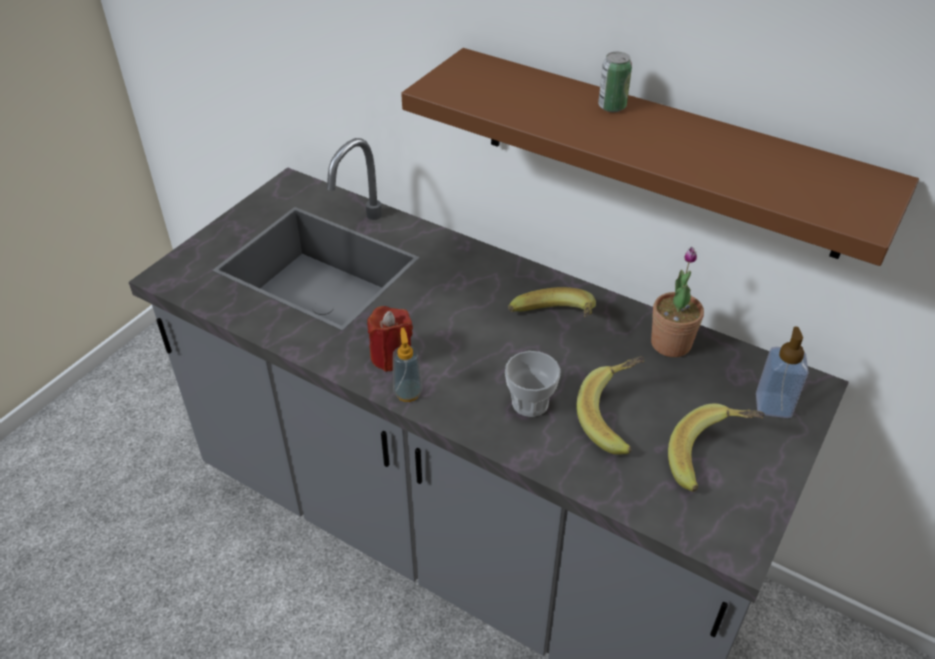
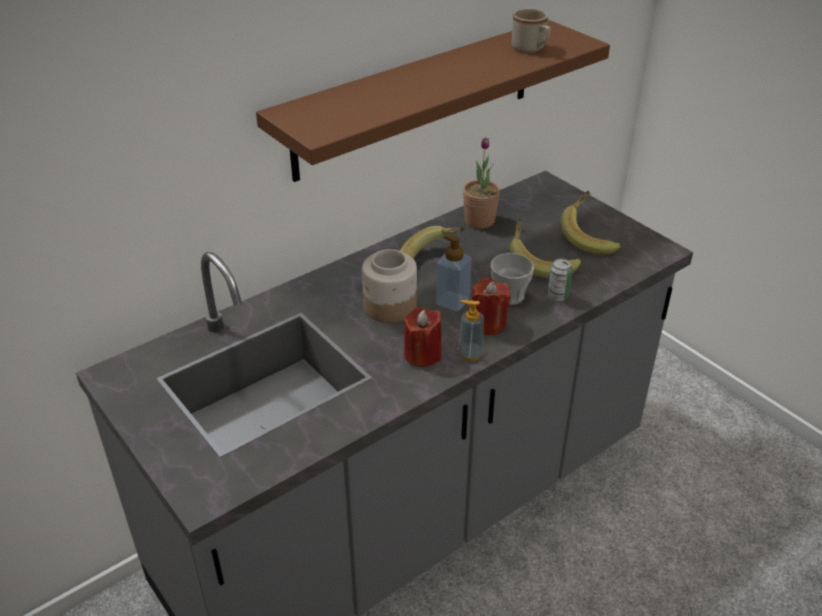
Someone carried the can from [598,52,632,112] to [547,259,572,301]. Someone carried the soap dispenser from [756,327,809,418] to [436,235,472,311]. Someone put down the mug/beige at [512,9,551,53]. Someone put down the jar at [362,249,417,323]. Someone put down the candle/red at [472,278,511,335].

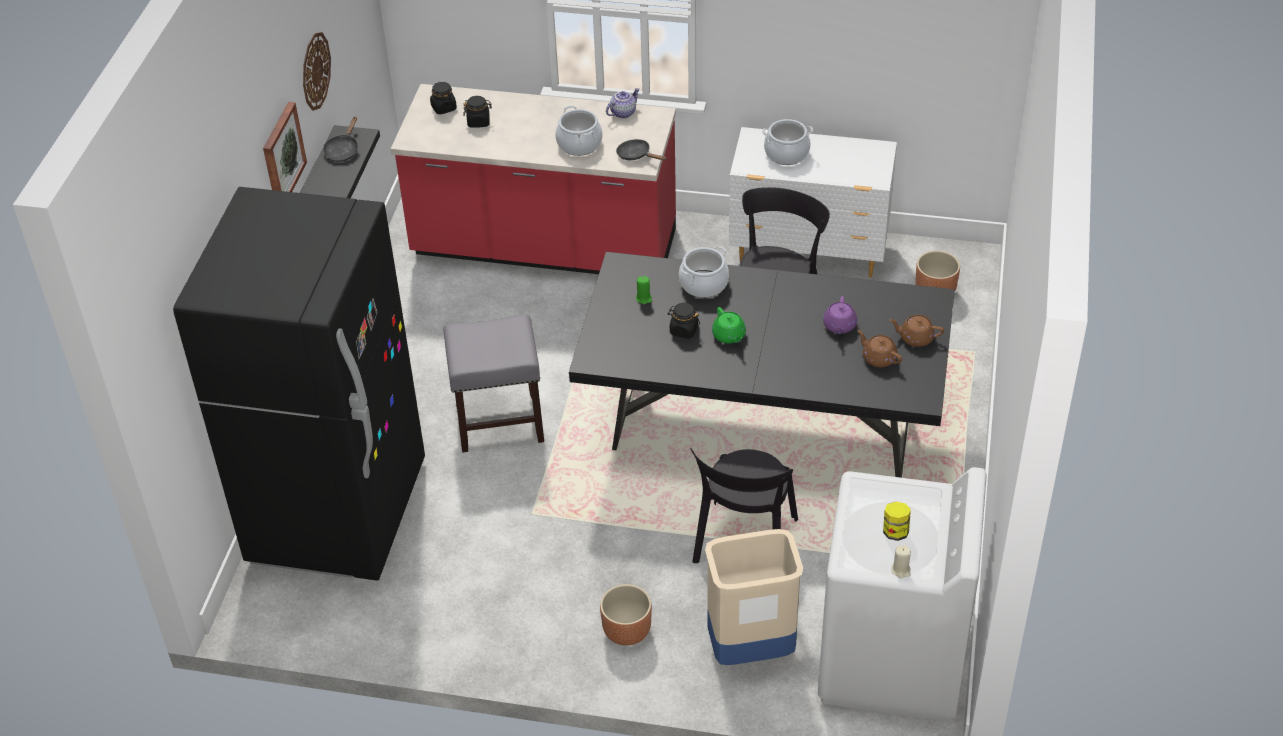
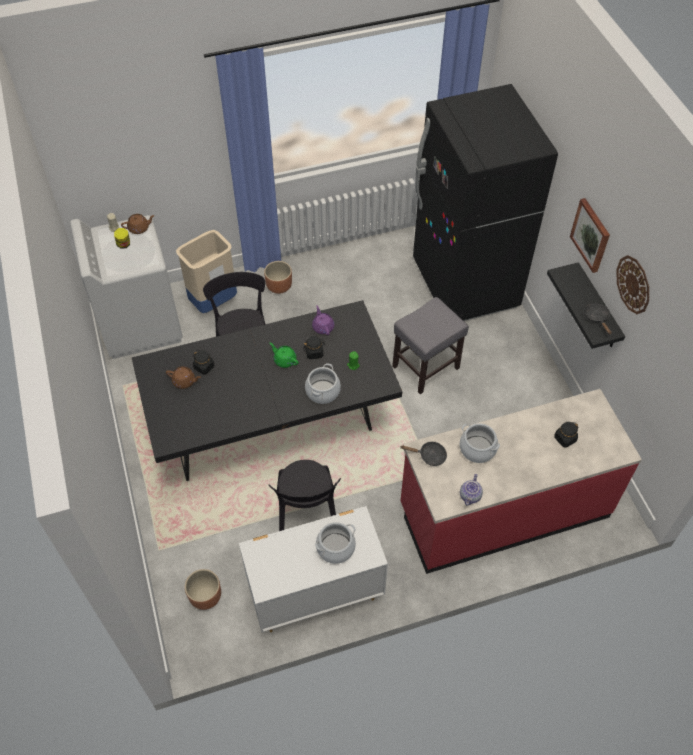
Someone carried the jar/black from [430,82,457,114] to [193,350,214,375]. Someone carried the teapot/purple from [823,296,857,334] to [312,305,334,335]. Someone carried the teapot/brown from [889,315,944,347] to [121,214,155,234].

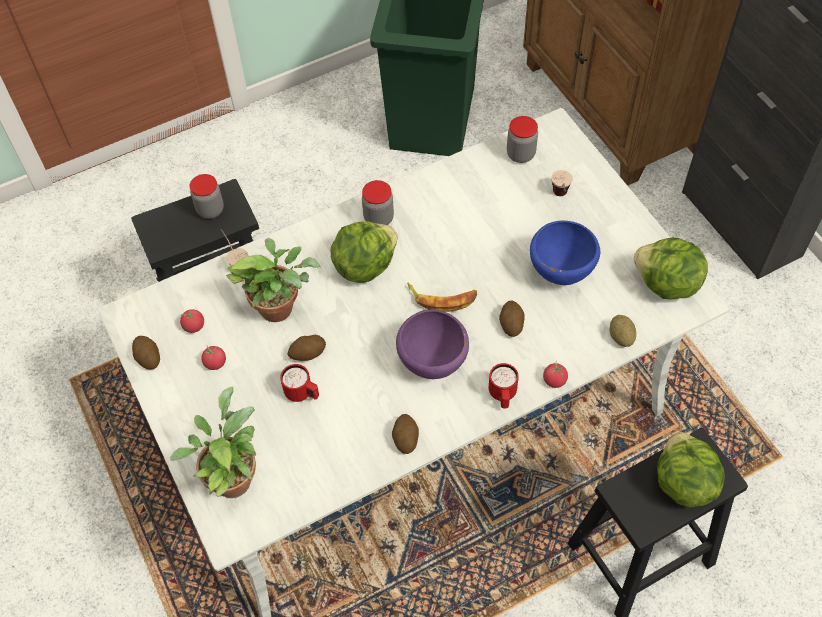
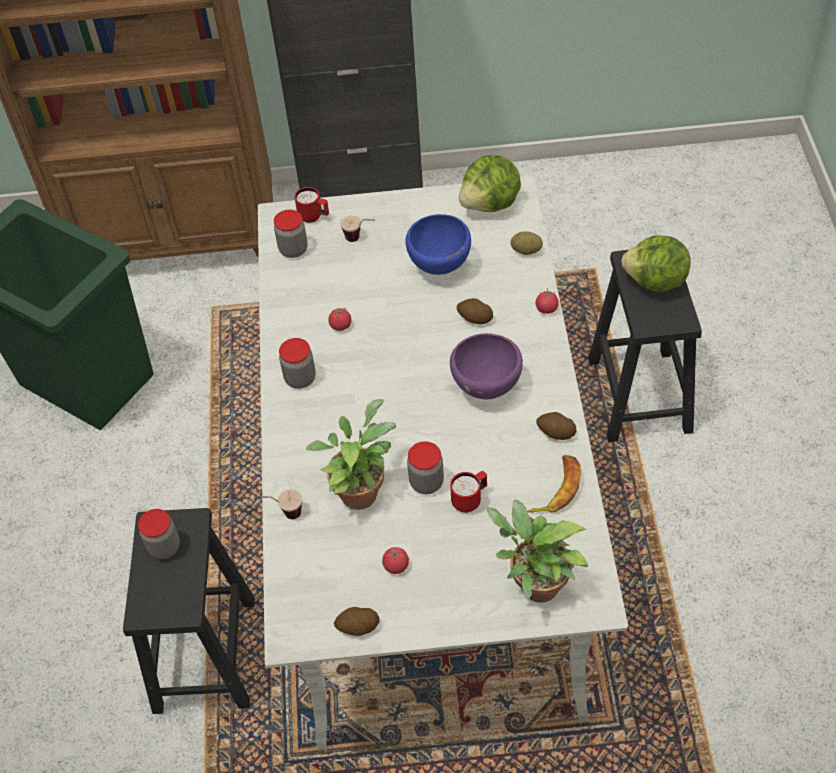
Someone took away the lettuce at [331,221,398,283]. Someone carried the banana from [407,283,477,312] to [527,455,581,513]. Someone carried the tomato from [180,309,204,333] to [328,308,351,331]. Someone swapped the potato at [287,334,326,361] for the jar at [407,441,444,494]. Someone carried the mug/red from [489,363,519,409] to [294,187,329,223].

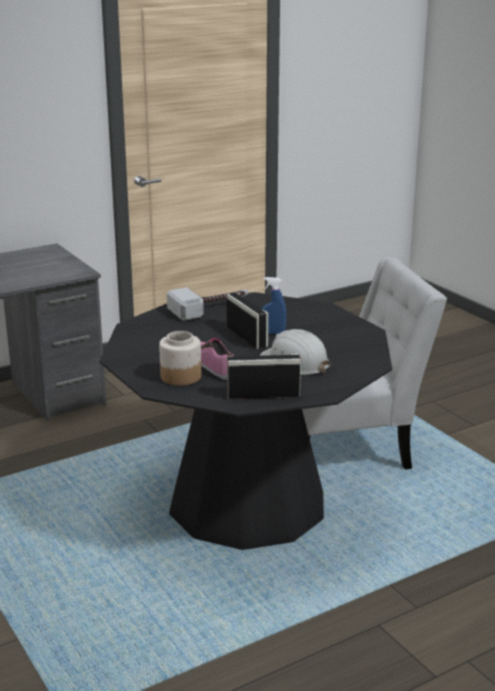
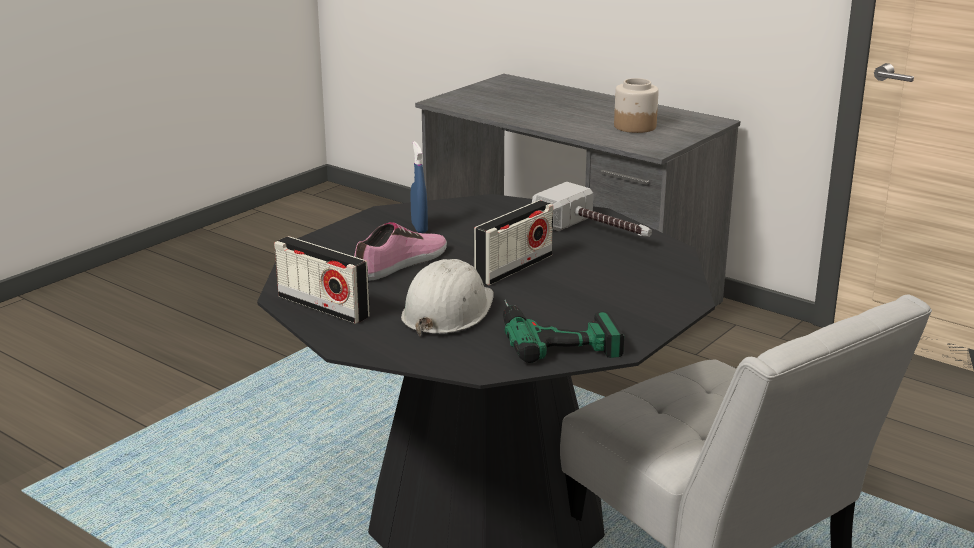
Someone carried the spray bottle/blue from [261,277,286,334] to [410,141,428,233]. Someone carried the jar from [159,331,201,386] to [614,78,659,133]. Someone rotated the radio at [227,354,301,399] by 150 degrees clockwise. Someone put down the power drill at [503,300,624,363].

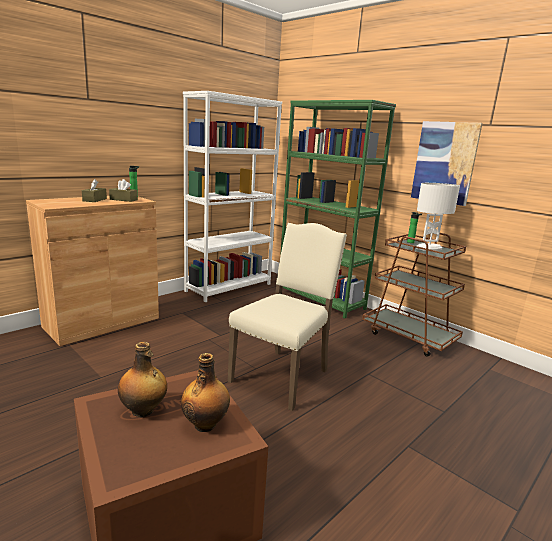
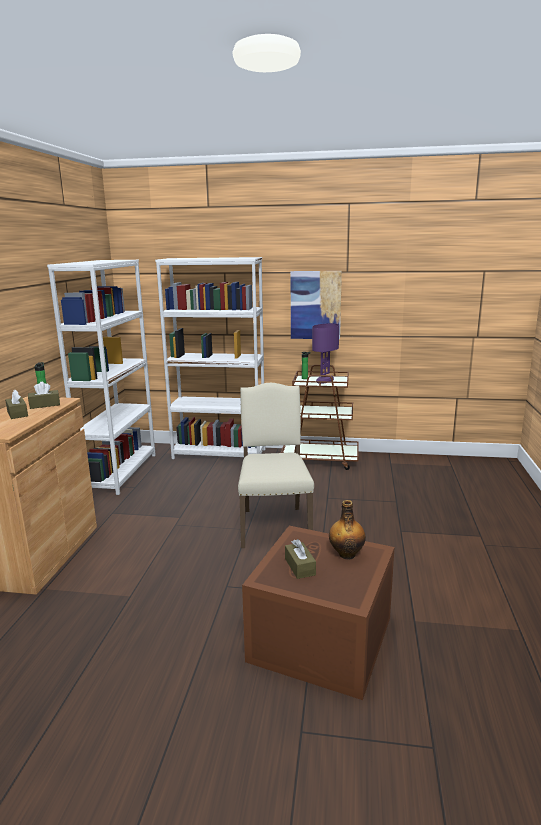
Someone repainted the bookcase/green at [280,100,396,319], which became the bookcase/white at [155,257,266,459]. Someone repainted the table lamp/white at [416,183,460,251], which became the table lamp/purple at [312,323,339,384]. Someone swapped the bottle at [118,342,167,417] for the tissue box/brown at [285,539,316,579].

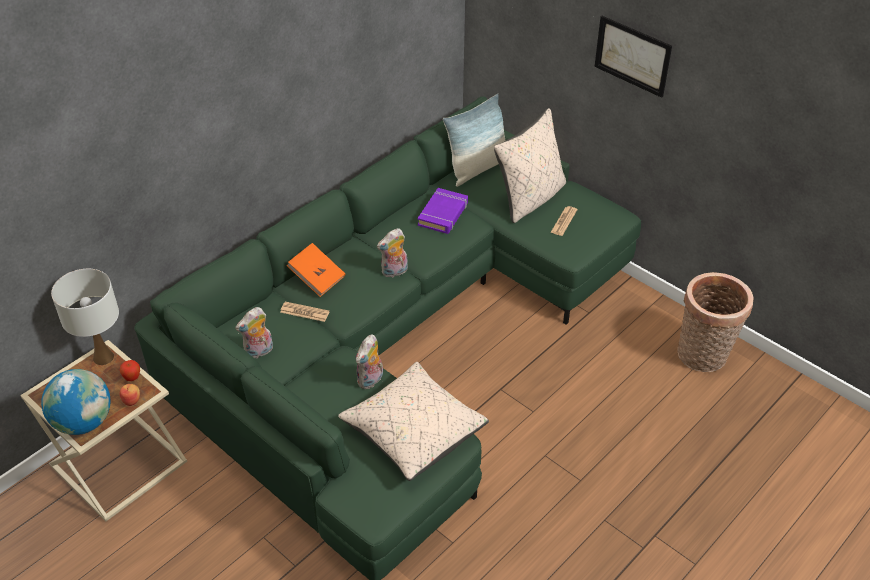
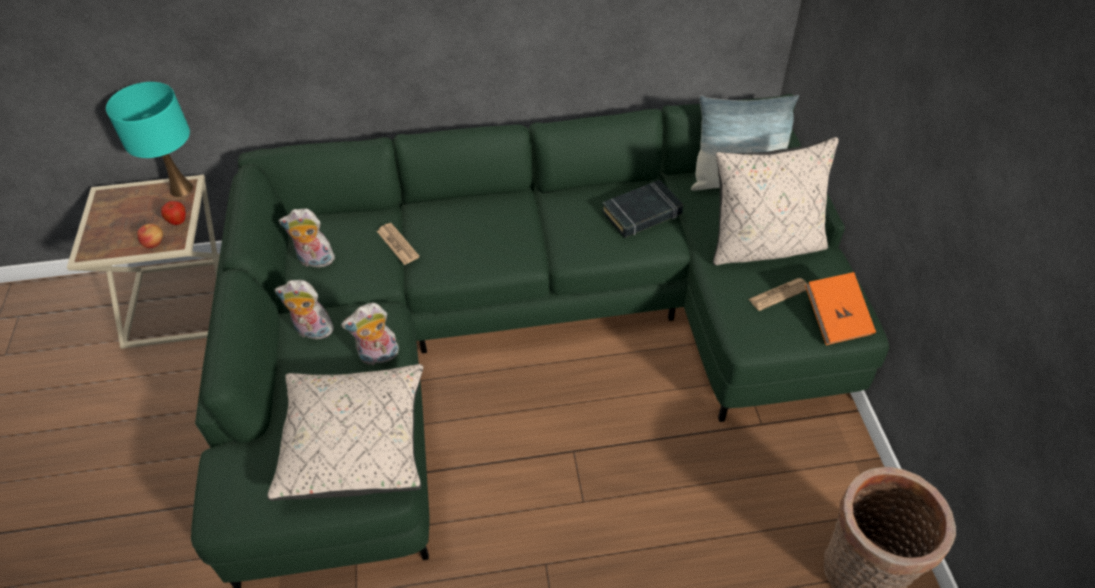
Someone took away the picture at [594,16,672,98]. Someone repainted the book/purple at [418,188,468,234], which became the book/black at [602,180,683,238]. Someone carried the plush toy from [377,228,408,278] to [274,280,334,339]. Someone carried the book/orange from [287,243,345,297] to [805,272,876,345]. Someone repainted the table lamp/white at [51,269,119,365], which became the table lamp/turquoise at [106,82,193,197]. Someone took away the globe at [41,369,111,435].

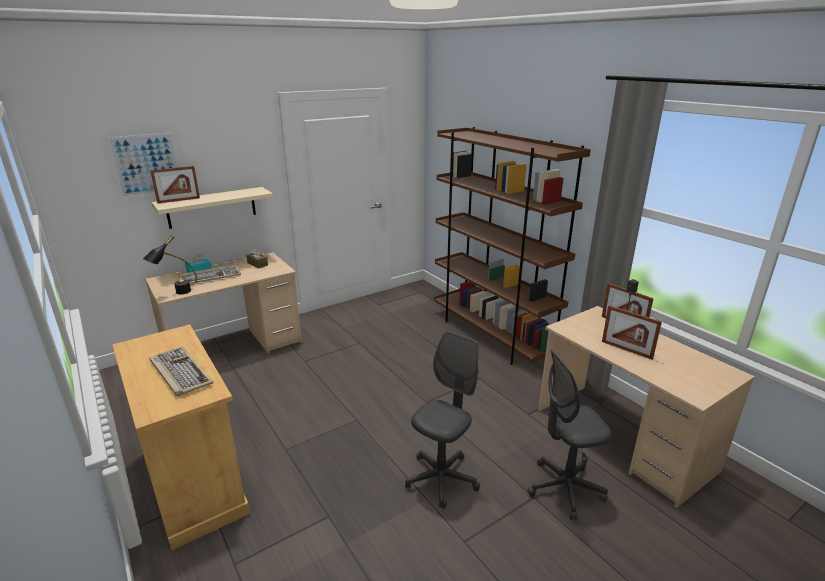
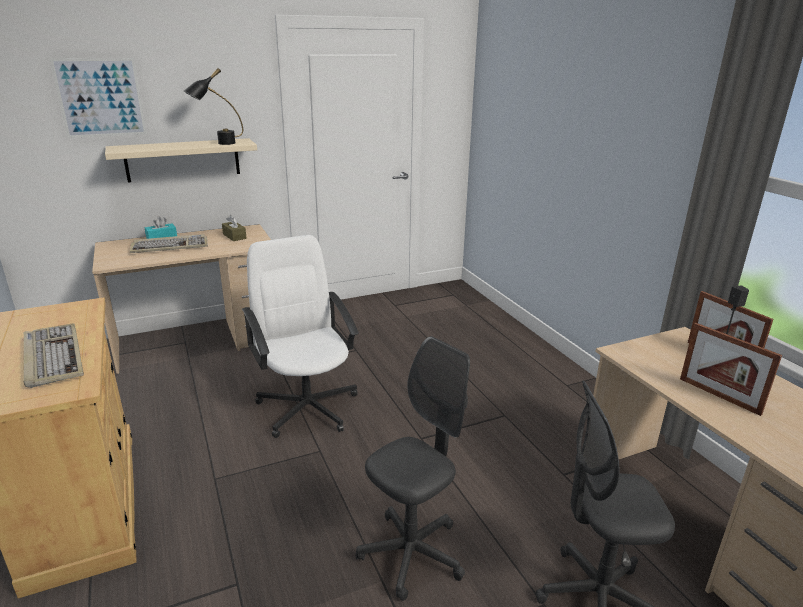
Someone took away the bookcase/brown at [434,127,591,365]. Someone took away the picture frame at [150,166,200,204]. Someone carried the table lamp/black from [143,235,197,294] to [184,68,243,145]. Someone put down the office chair/white at [242,235,359,438].

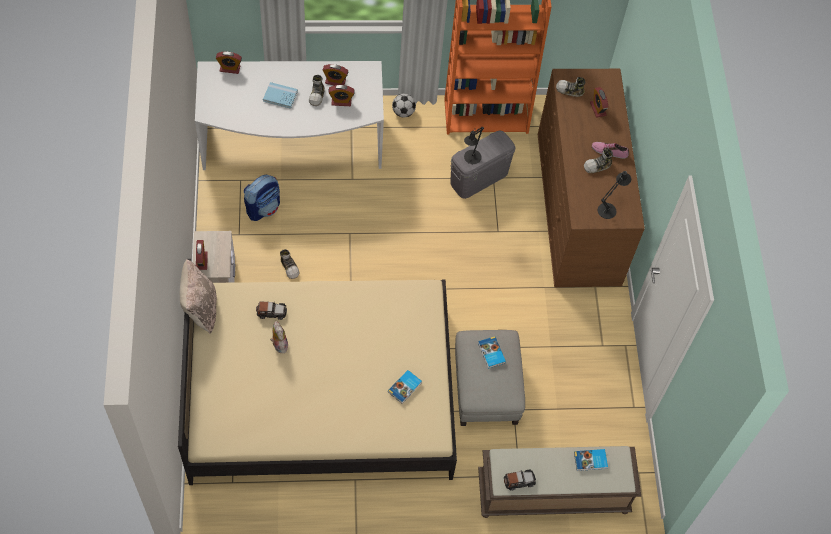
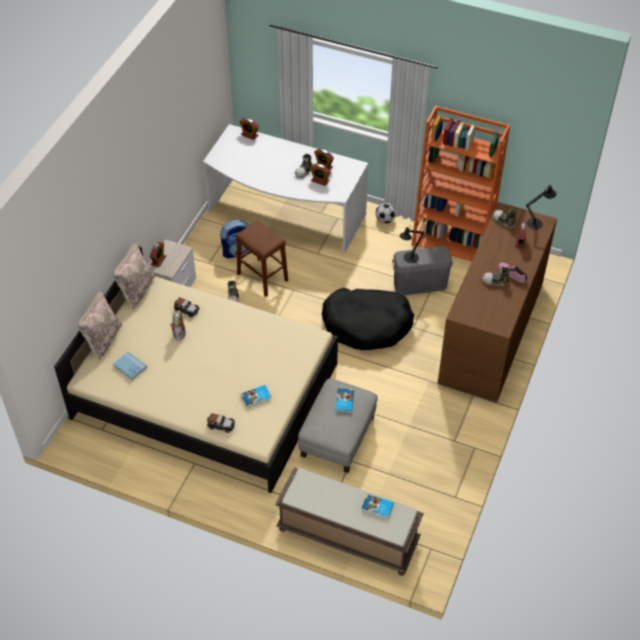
Someone carried the book/blue from [263,82,298,109] to [113,352,147,380]. Someone carried the table lamp/black from [598,171,631,219] to [526,185,556,230]. Someone carried the toy car from [504,469,536,491] to [207,413,235,433]. Someone put down the stool/brown at [236,220,288,297]. Someone put down the dog bed/black at [322,287,414,350]. Someone put down the pillow/beige at [78,291,122,359].

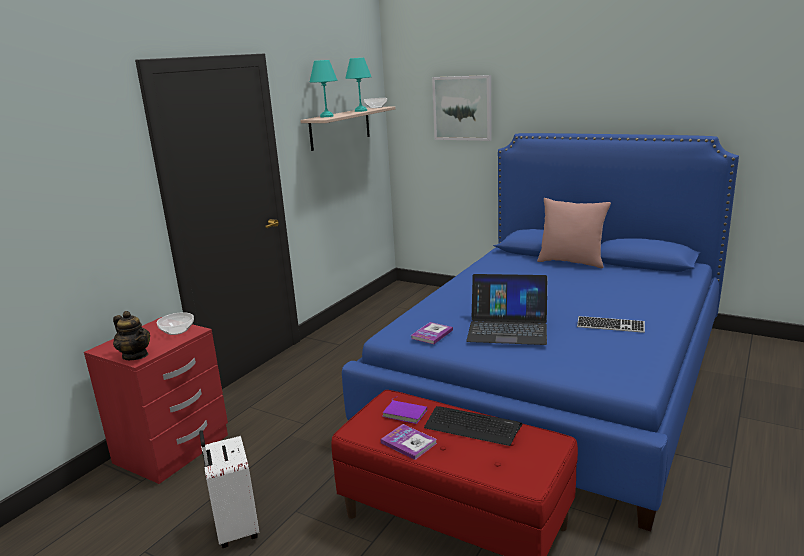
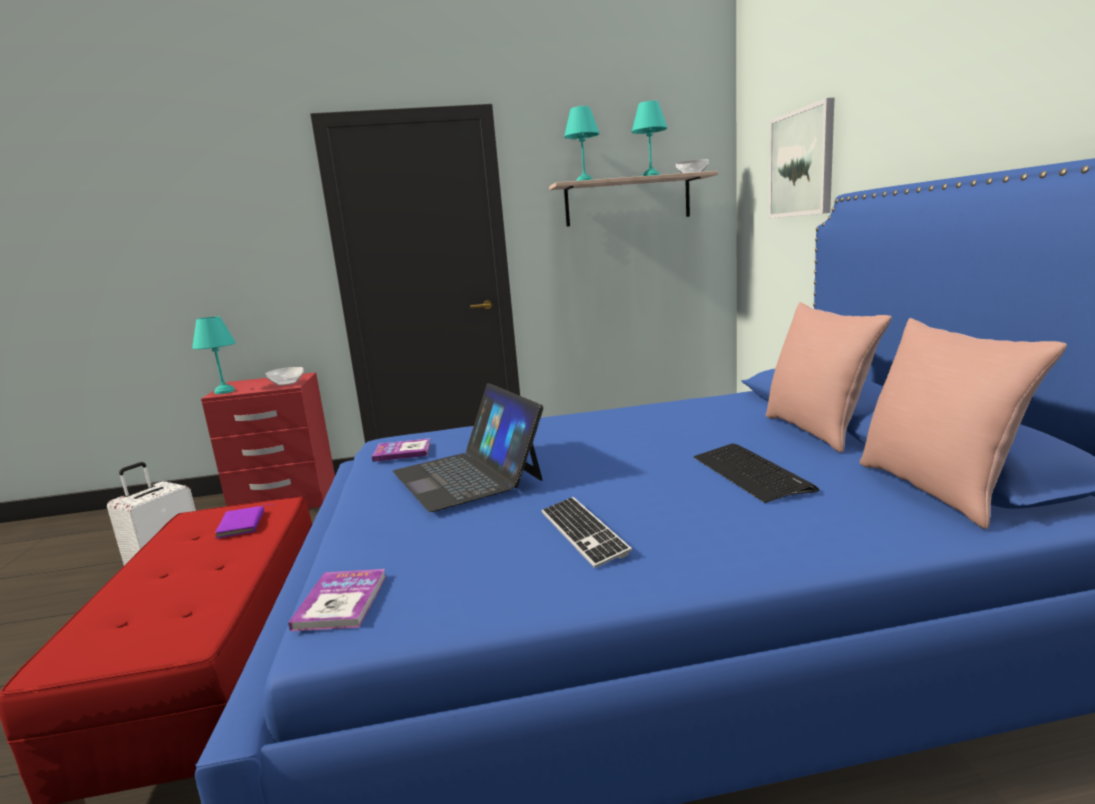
Someone swapped the teapot at [113,311,150,360] for the table lamp/turquoise at [192,316,236,394]. Someone carried the keyboard from [424,406,522,446] to [694,444,819,503]. Someone carried the book from [380,424,437,460] to [288,569,386,631]. Someone put down the pillow/pink at [860,318,1067,529].

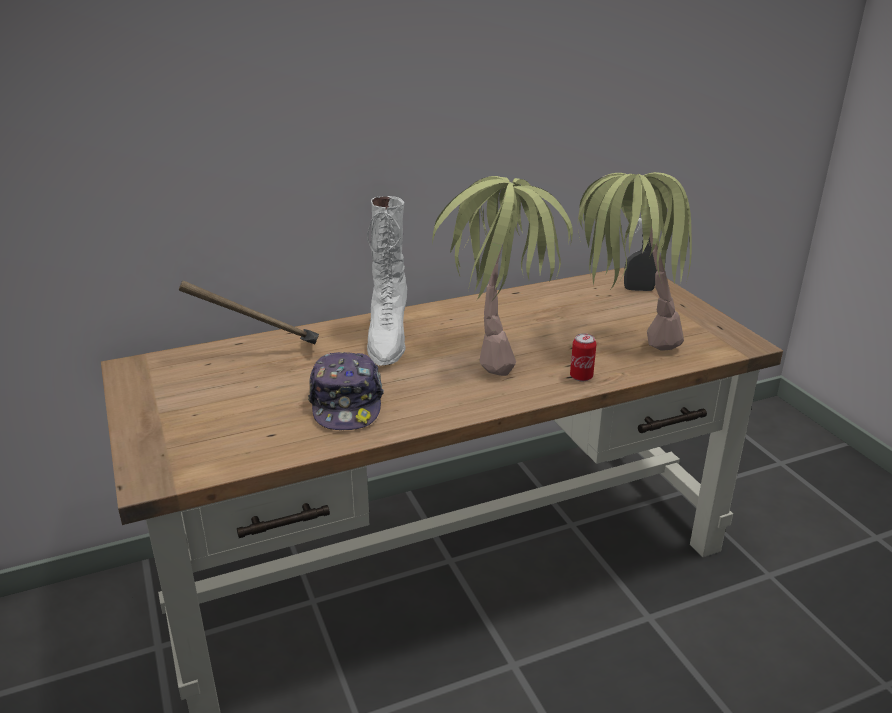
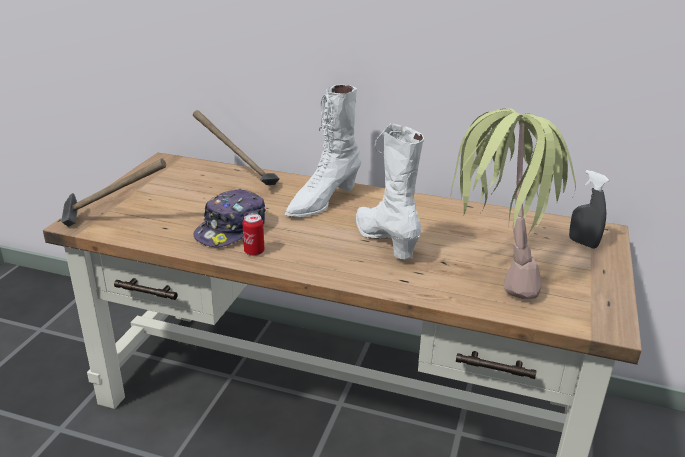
Someone swapped the potted plant at [432,176,573,376] for the boot/white at [356,123,424,259]. Someone carried the can from [570,333,597,381] to [242,214,264,256]. Someone put down the hammer at [61,159,166,227].

